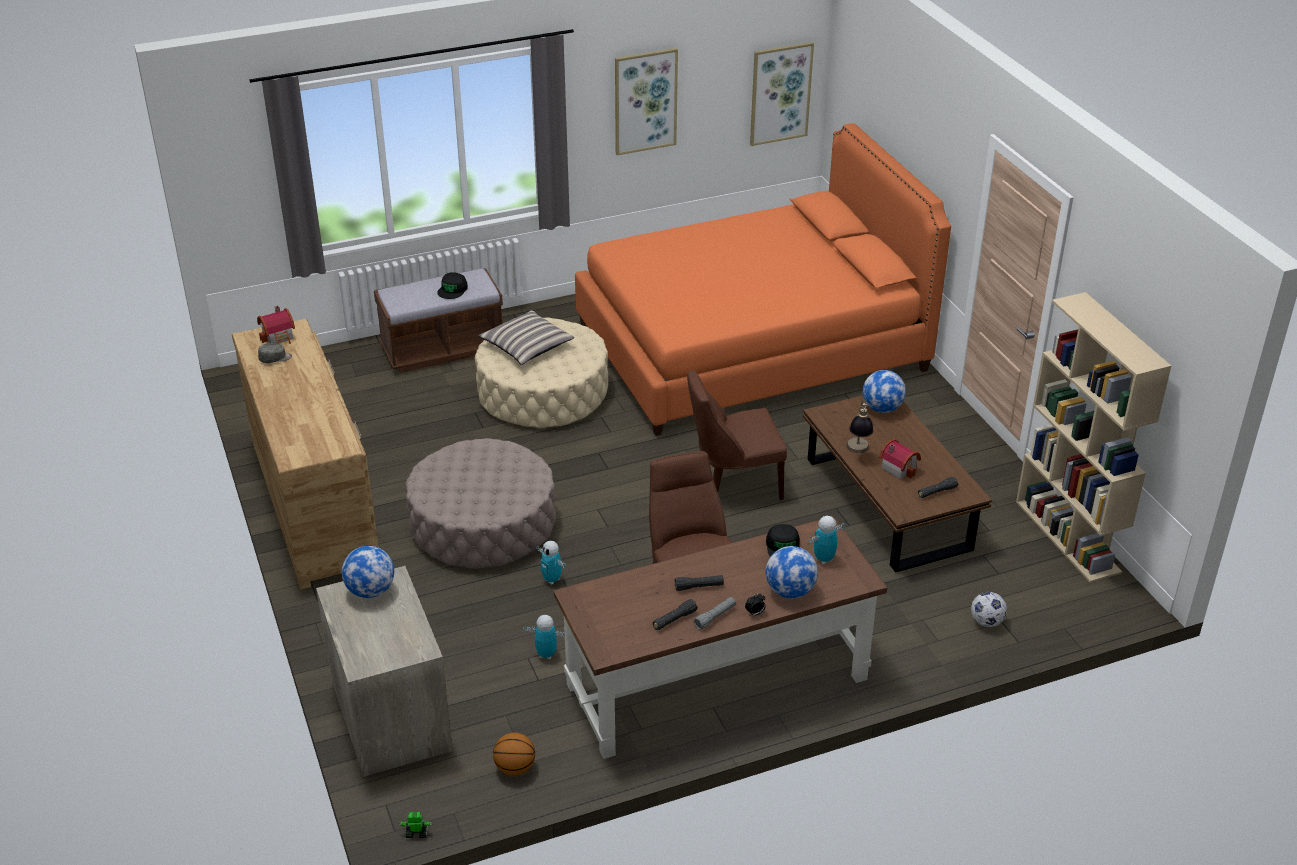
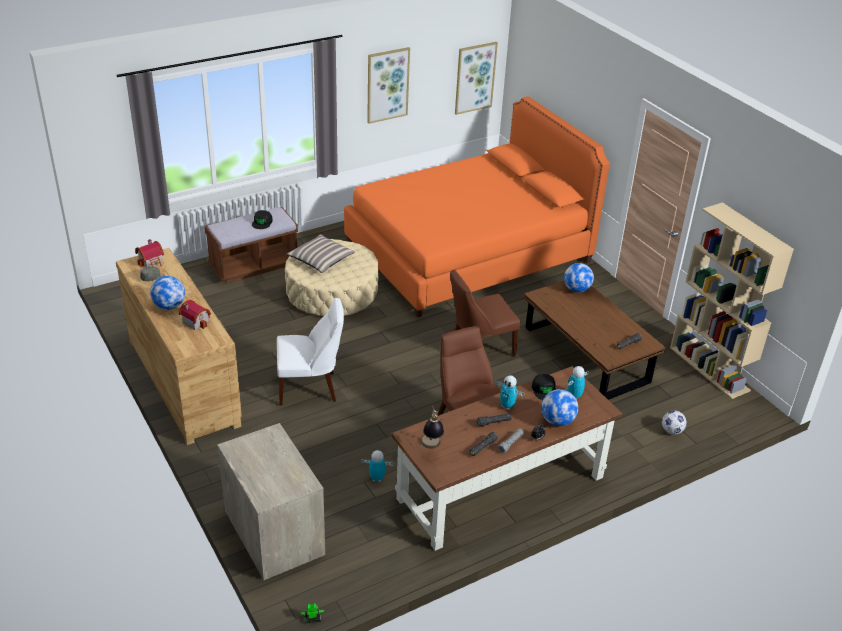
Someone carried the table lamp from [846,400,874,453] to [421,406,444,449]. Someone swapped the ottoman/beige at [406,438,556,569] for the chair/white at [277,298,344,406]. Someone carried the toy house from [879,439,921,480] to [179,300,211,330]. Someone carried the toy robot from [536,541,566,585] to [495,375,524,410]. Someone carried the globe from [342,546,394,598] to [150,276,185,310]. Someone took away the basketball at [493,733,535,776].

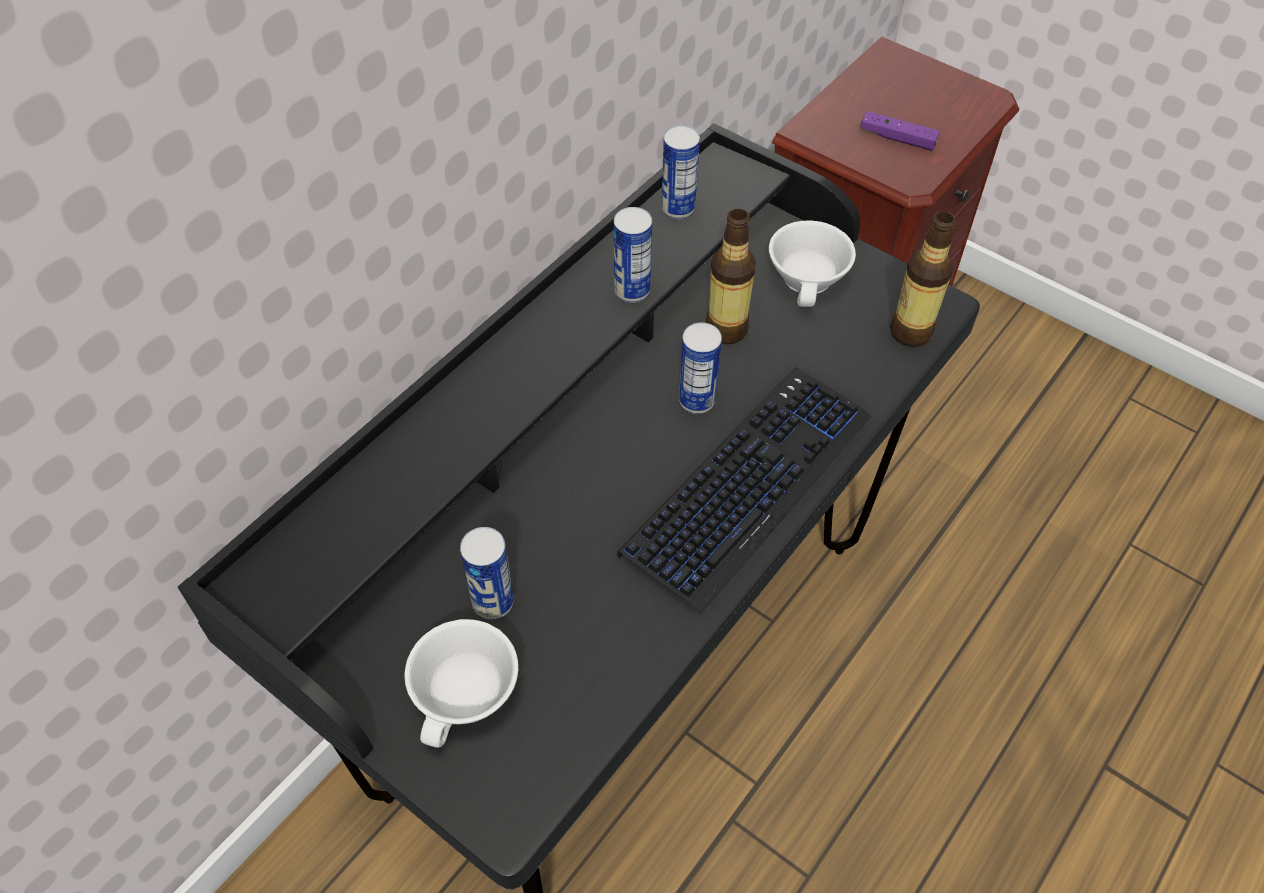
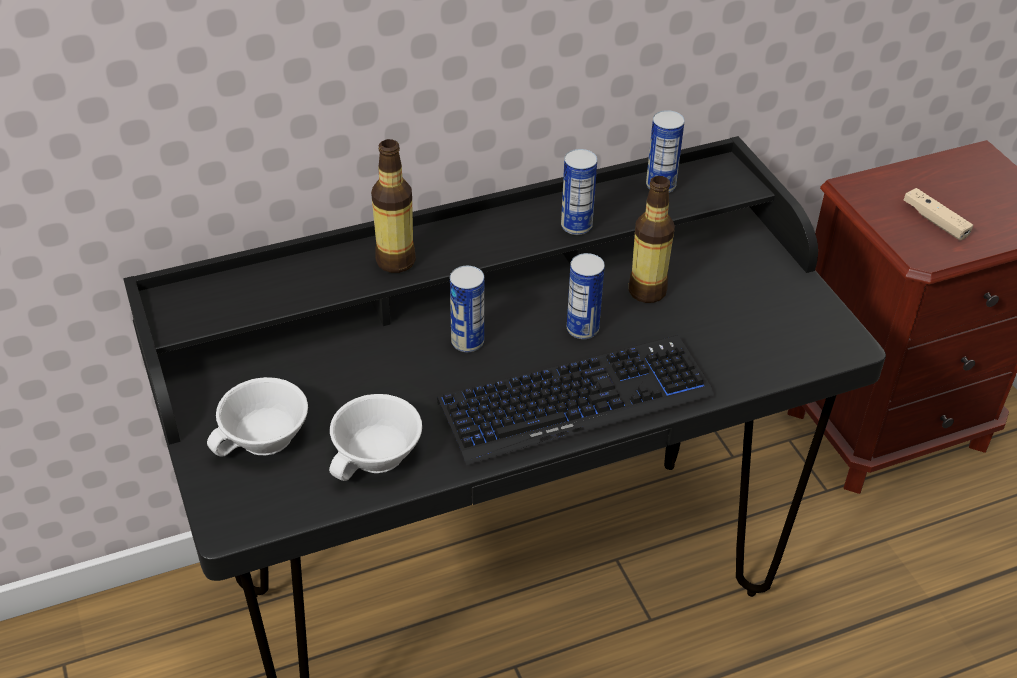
Someone repainted the game controller/purple at [861,111,940,151], which became the game controller/beige at [904,188,973,240]. Someone carried the bottle from [890,211,956,347] to [371,139,416,273]. Someone carried the cup/white from [769,220,856,307] to [329,394,422,481]. Someone carried the can from [460,527,514,620] to [450,266,484,352].

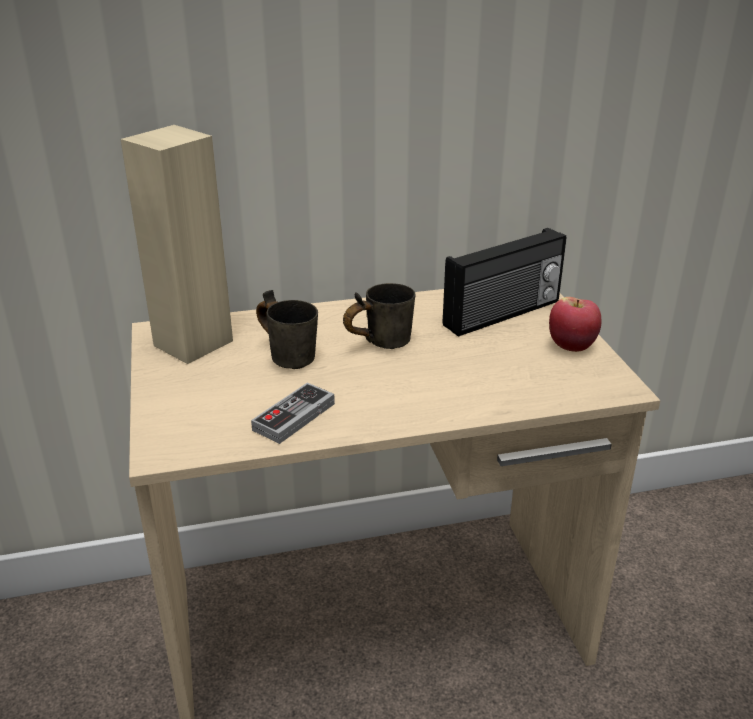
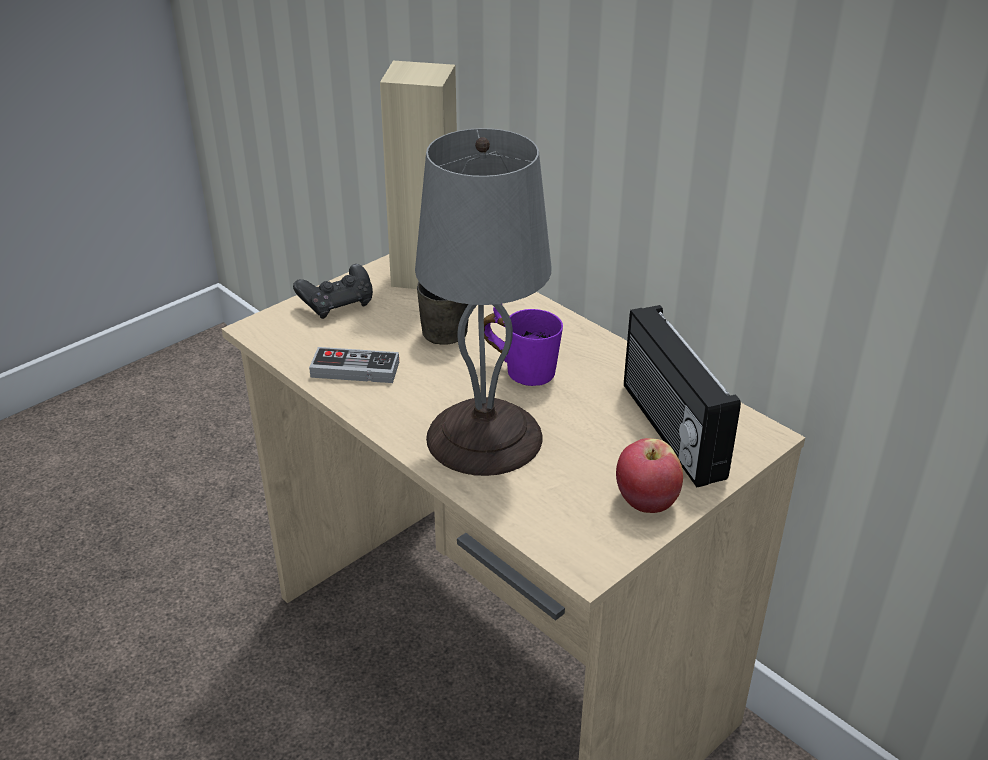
Someone rotated the radio at [442,228,567,337] by 45 degrees clockwise. Someone repainted the mug/grey at [343,283,415,349], which became the mug/purple at [484,307,563,386]. Someone put down the table lamp/grey at [415,128,551,476]. Someone put down the game controller/black at [293,264,373,319].

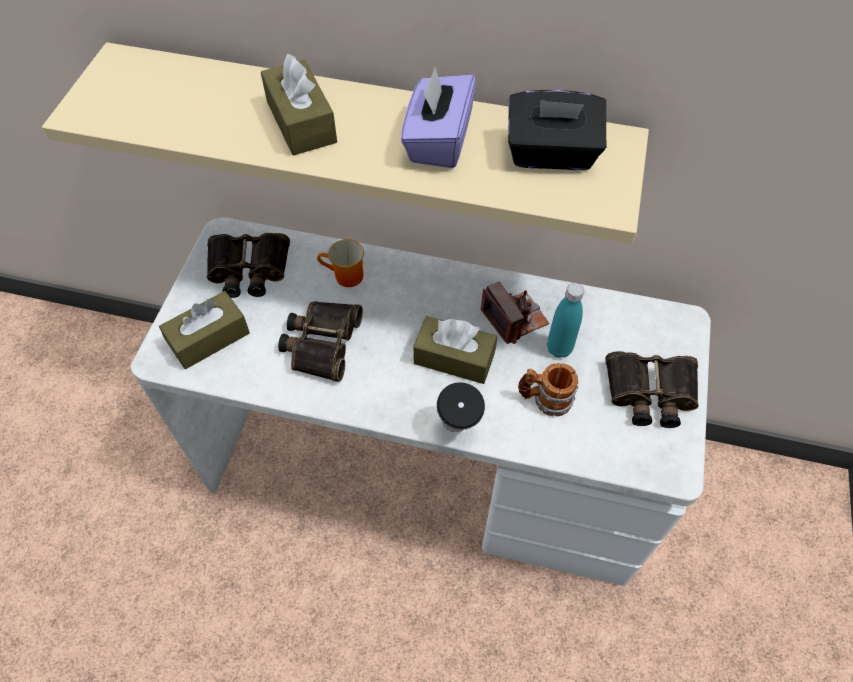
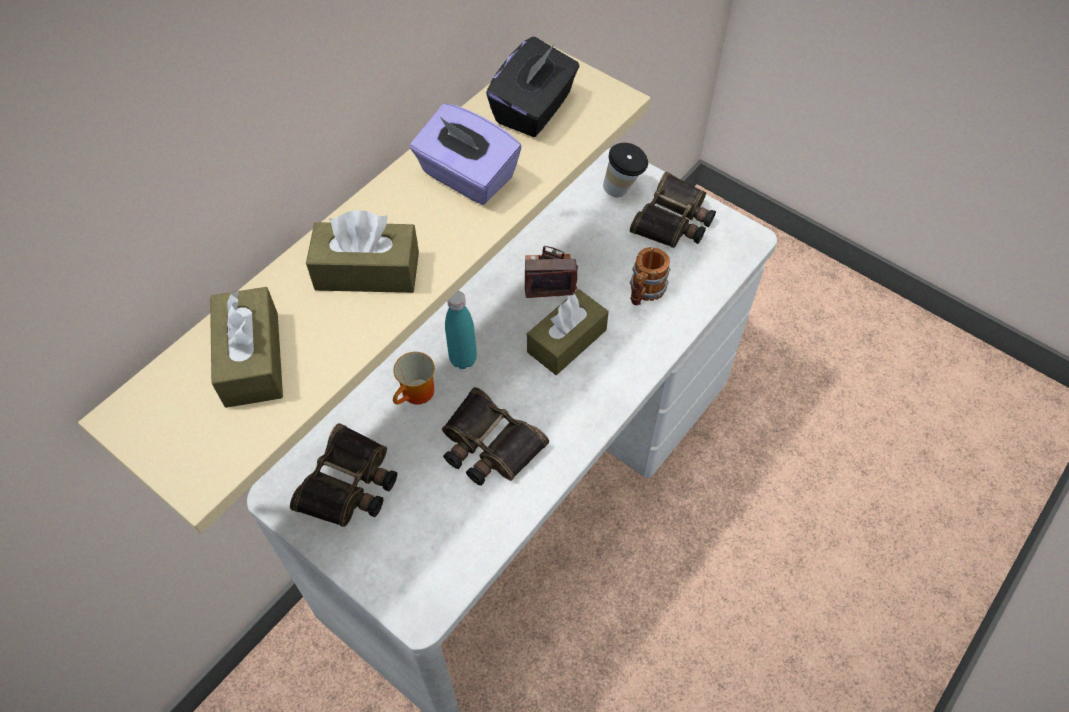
Someone carried the bottle/turquoise from [547,283,584,358] to [445,291,477,369]. Someone carried the tissue box/brown from [159,291,250,369] to [210,287,283,408]. Someone carried the cup from [437,382,485,432] to [603,143,648,197].

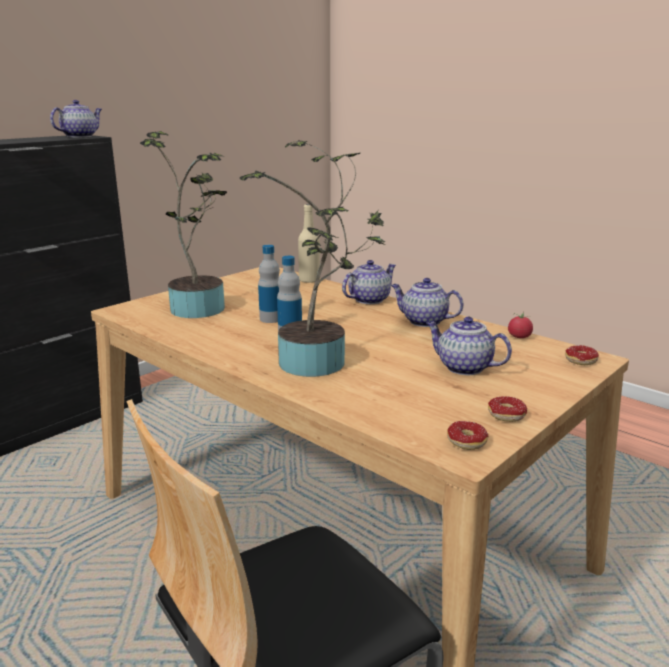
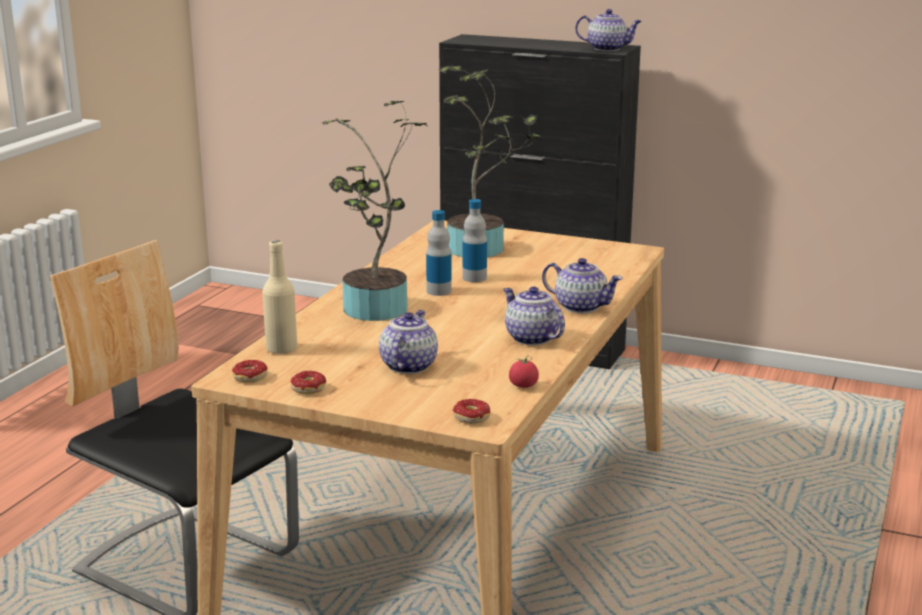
Someone carried the bottle/beige from [298,204,320,283] to [262,240,297,354]. Someone rotated the teapot at [391,278,463,327] by 45 degrees counterclockwise.

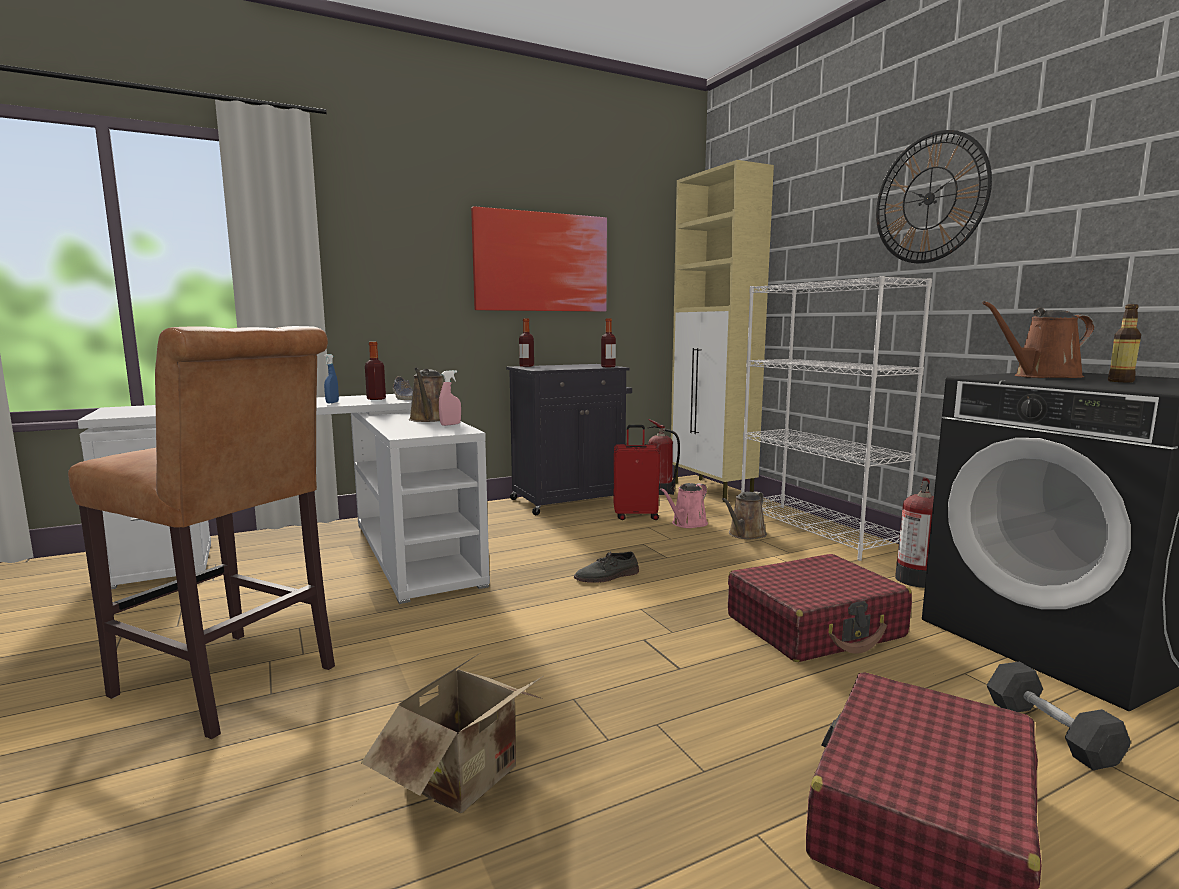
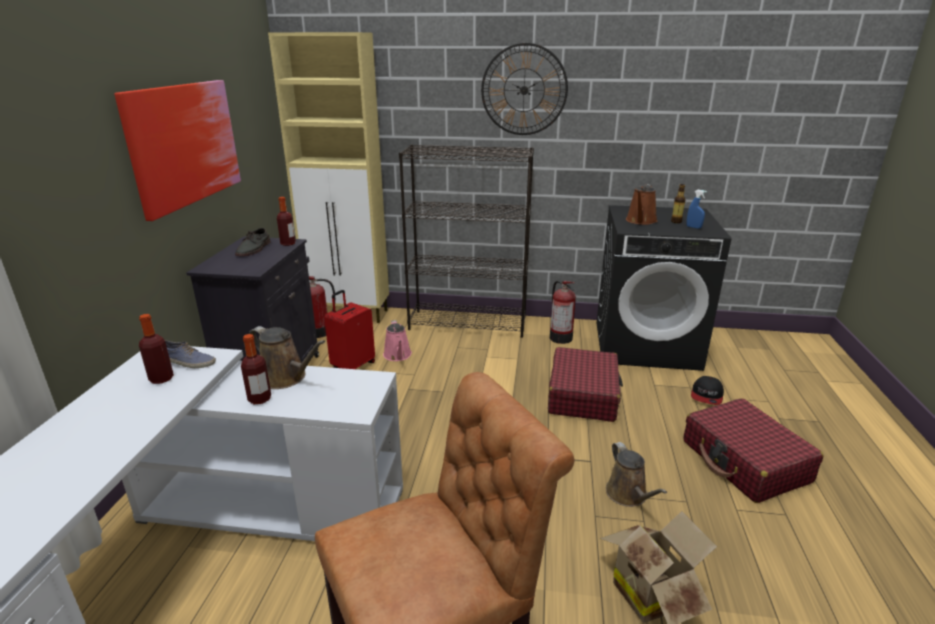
Someone repainted the bookcase/white at [741,276,932,561], which became the bookcase/black at [399,144,534,338]. Someone carried the bottle from [519,318,534,367] to [241,334,271,404]. Someone carried the spray bottle/blue from [324,354,339,403] to [686,190,707,228]. Someone took away the spray bottle/pink at [439,370,461,426]. Someone carried the watering can/brown from [722,492,767,540] to [606,442,667,507]. Someone carried the shoe/grey from [574,551,639,583] to [235,228,271,256]. Someone swapped the dumbbell/grey at [987,661,1131,770] for the cap at [691,376,724,405].

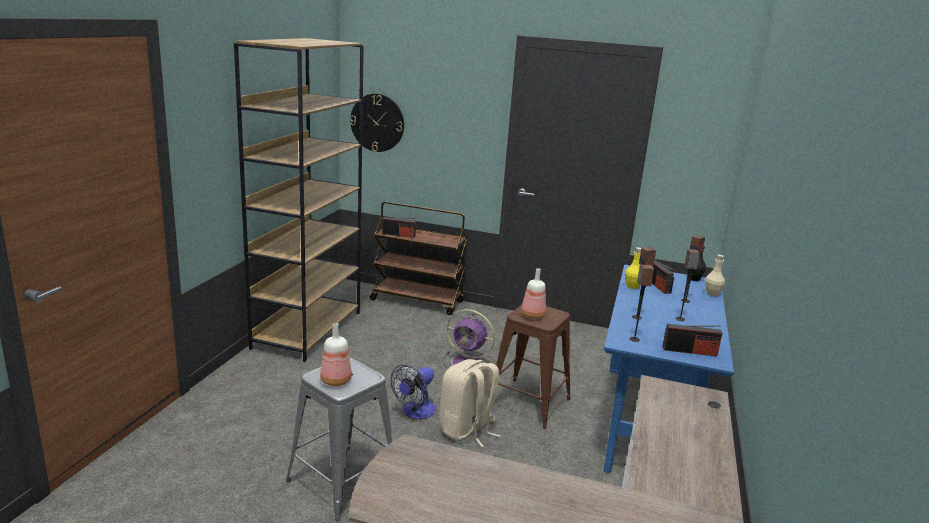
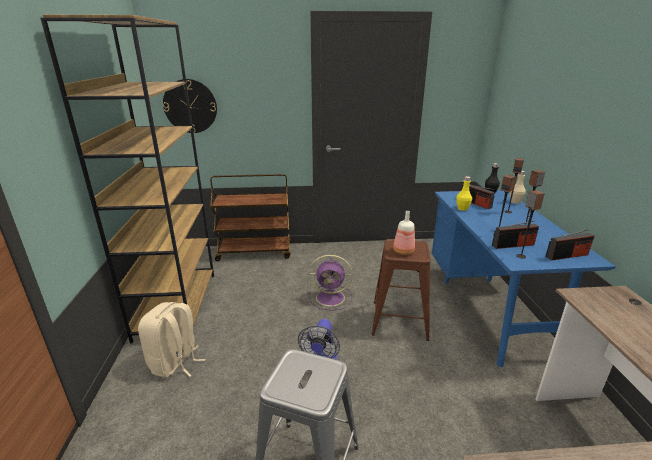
Someone carried the radio from [382,217,416,238] to [492,221,539,249]. Someone took away the bottle at [320,323,352,386]. Someone carried the backpack/beige from [439,359,500,447] to [138,302,206,378].

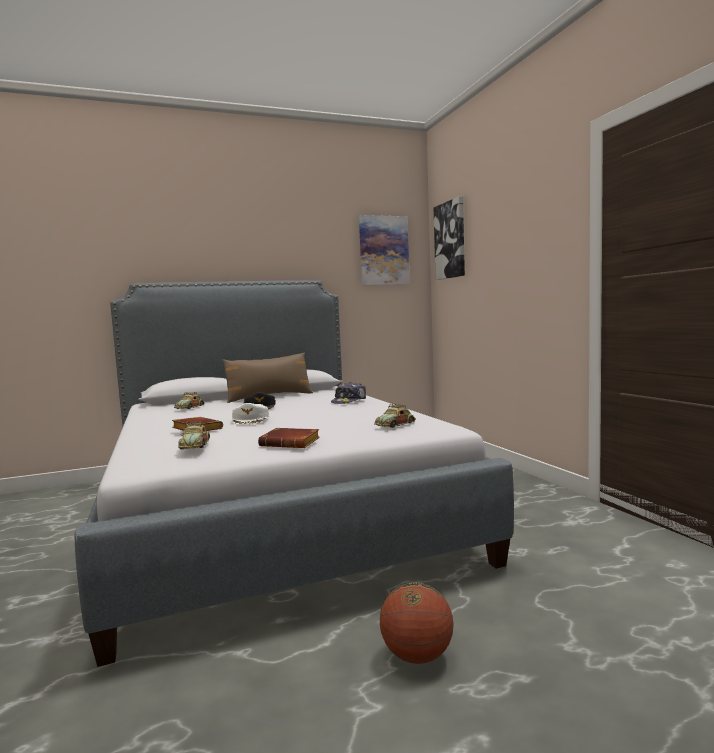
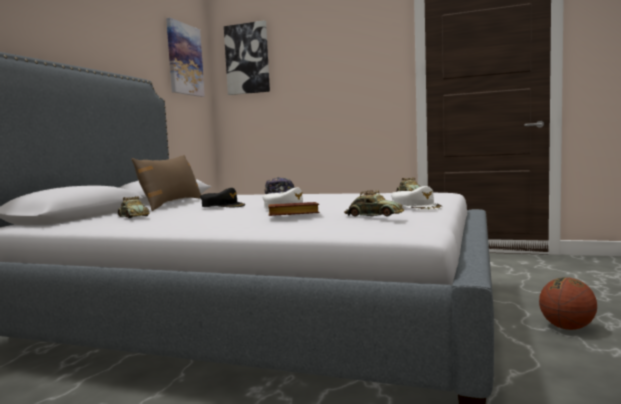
Someone swapped the book/brown at [258,428,320,448] for the cap/white at [391,186,443,210].

